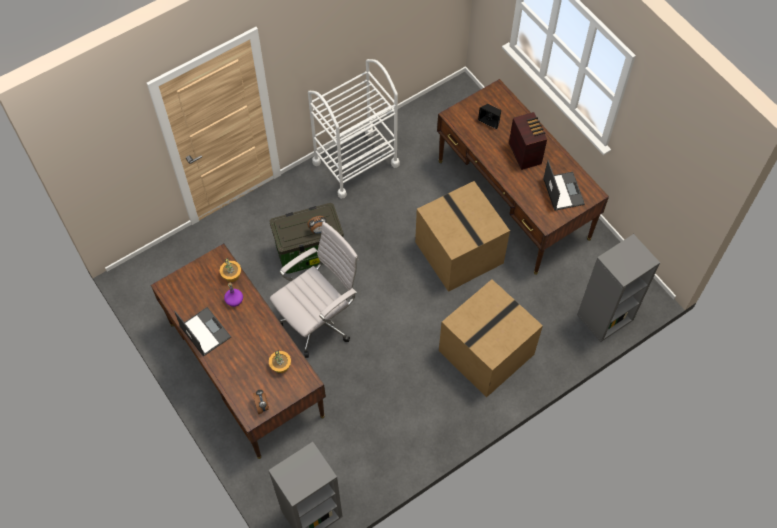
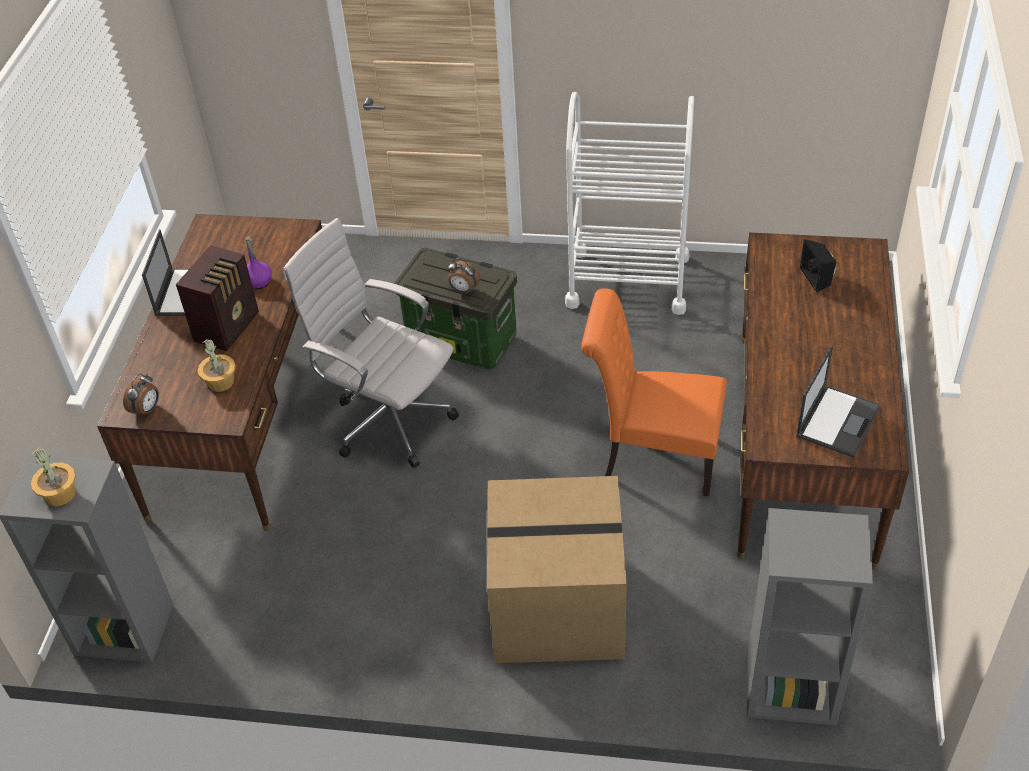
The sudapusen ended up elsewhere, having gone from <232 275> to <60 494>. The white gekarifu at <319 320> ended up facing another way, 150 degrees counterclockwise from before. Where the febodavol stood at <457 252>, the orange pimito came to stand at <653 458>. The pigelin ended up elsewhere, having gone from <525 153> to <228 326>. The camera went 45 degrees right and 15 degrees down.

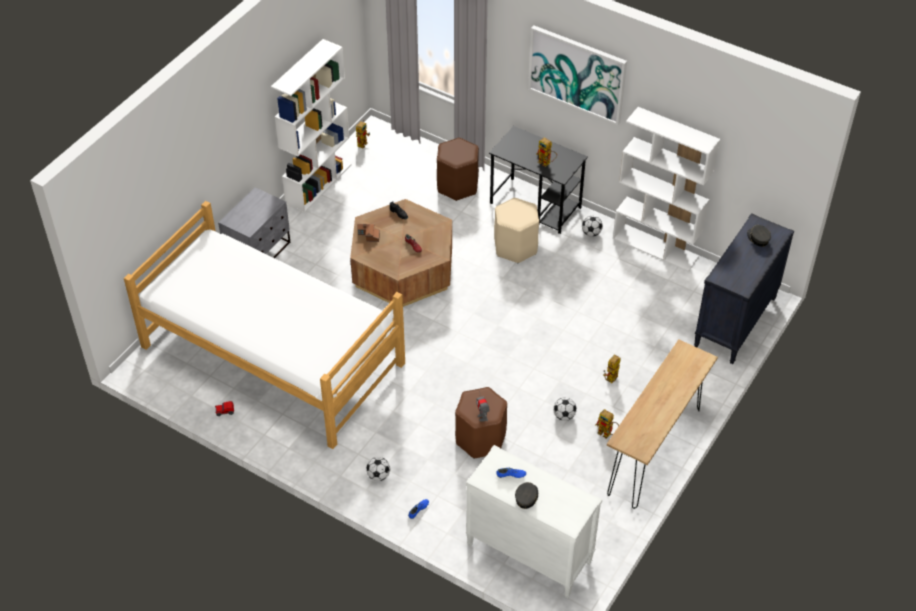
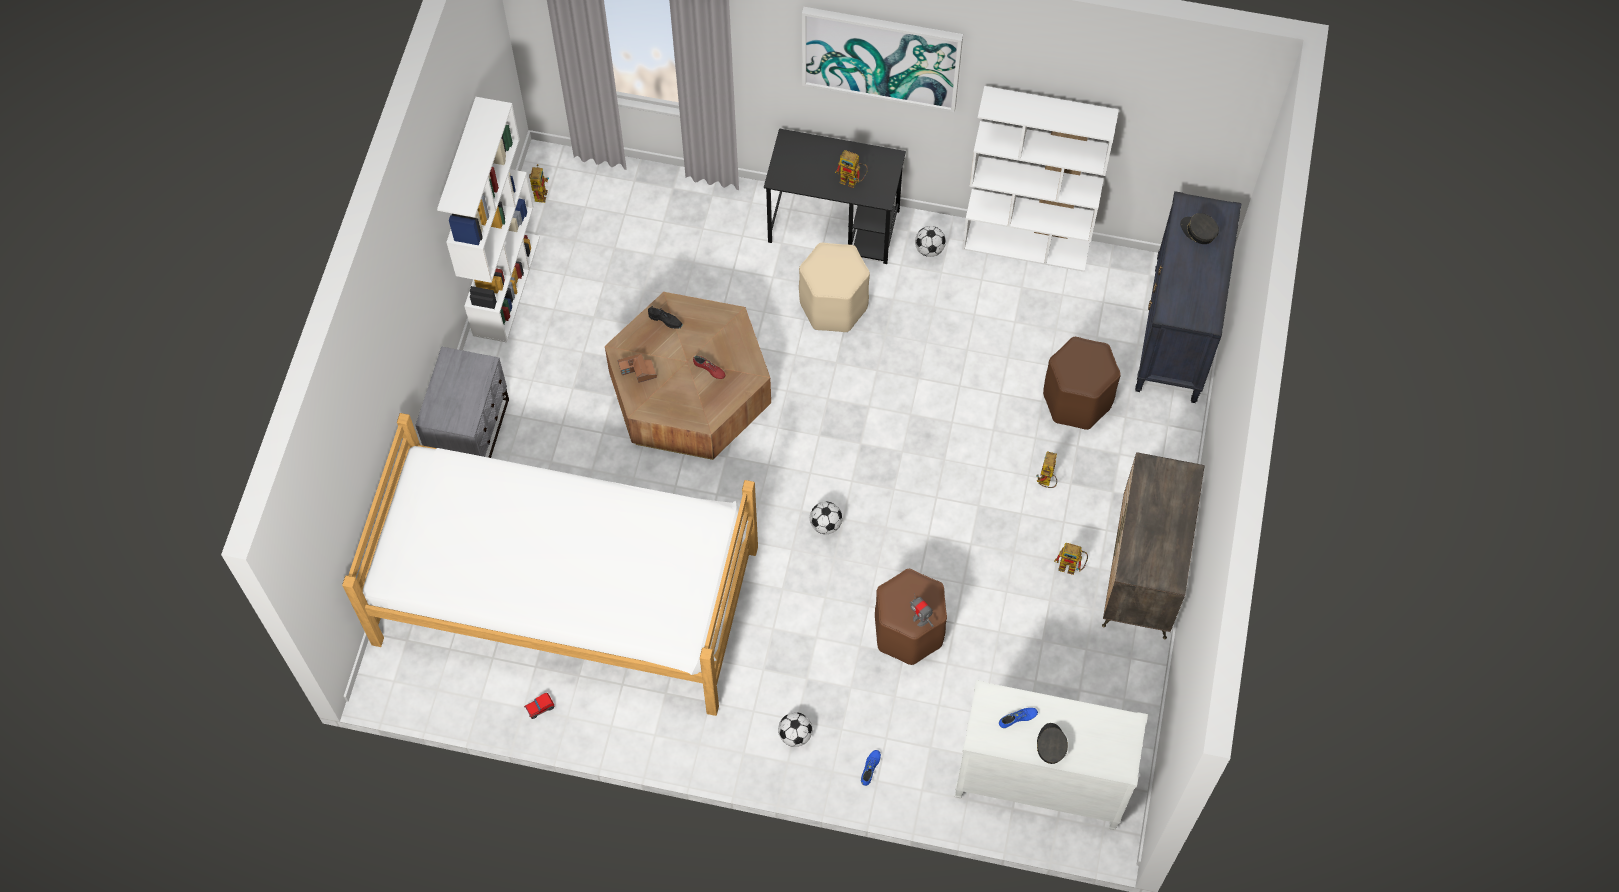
The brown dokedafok ended up elsewhere, having gone from <457 186> to <1076 401>. The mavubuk ended up elsewhere, having gone from <564 416> to <825 524>. Where the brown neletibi stood at <654 451>, the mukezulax came to stand at <1142 573>. The camera went 20 degrees left and 15 degrees up.

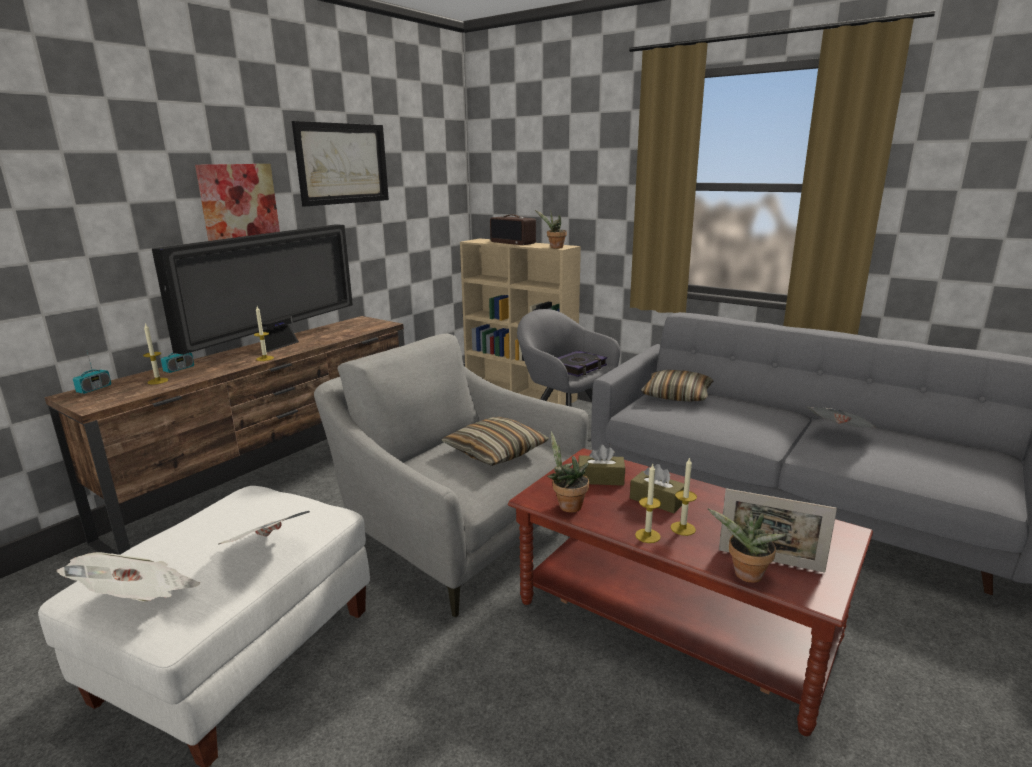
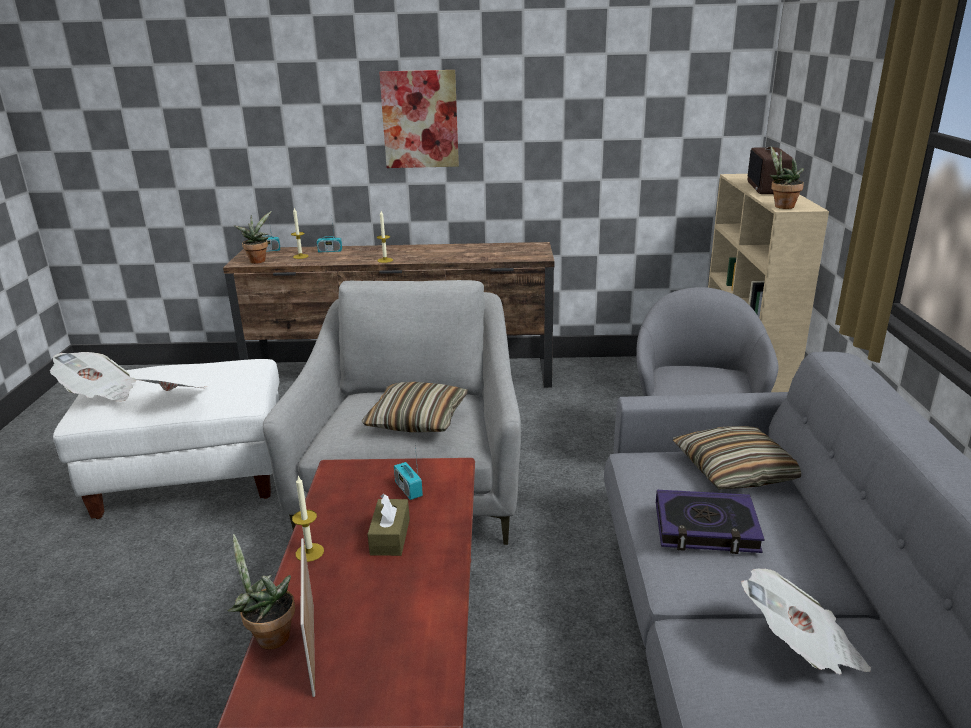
The second view lost the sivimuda at <279 346>. The second view lost the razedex at <342 163>. The sudapusen ended up elsewhere, having gone from <567 505> to <258 260>. The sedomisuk ended up elsewhere, having gone from <578 367> to <706 528>. Where the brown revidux stood at <600 479>, the pigelin came to stand at <408 489>. The second view lost the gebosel at <683 528>. The camera went 55 degrees right and 5 degrees up.

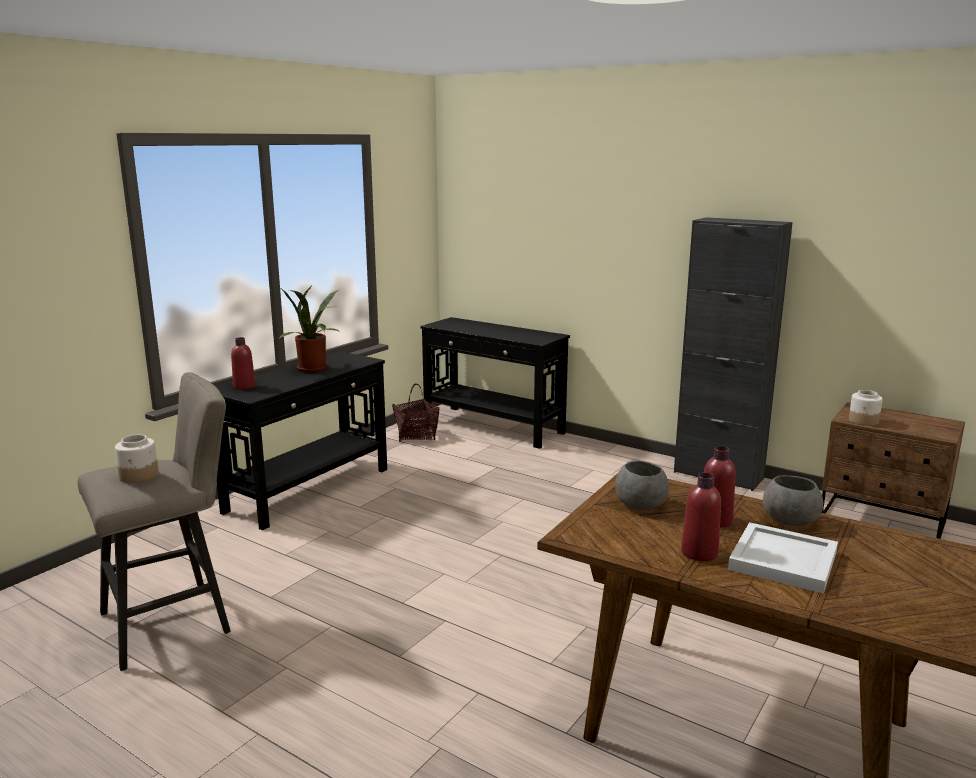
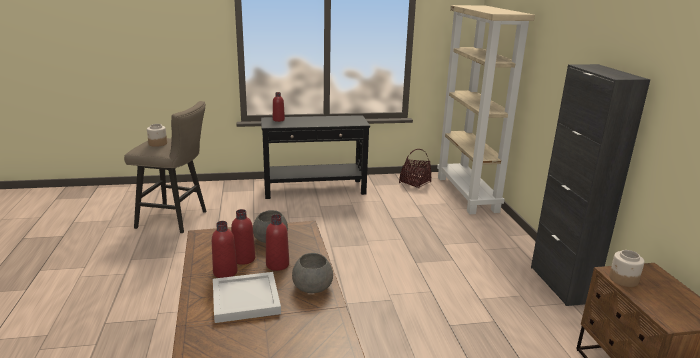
The second view lost the sudapusen at <315 369>. Where the black neletibi stood at <493 427>, the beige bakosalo came to stand at <467 194>. The second view gained the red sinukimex at <243 259>. The camera went 45 degrees right and 5 degrees up.

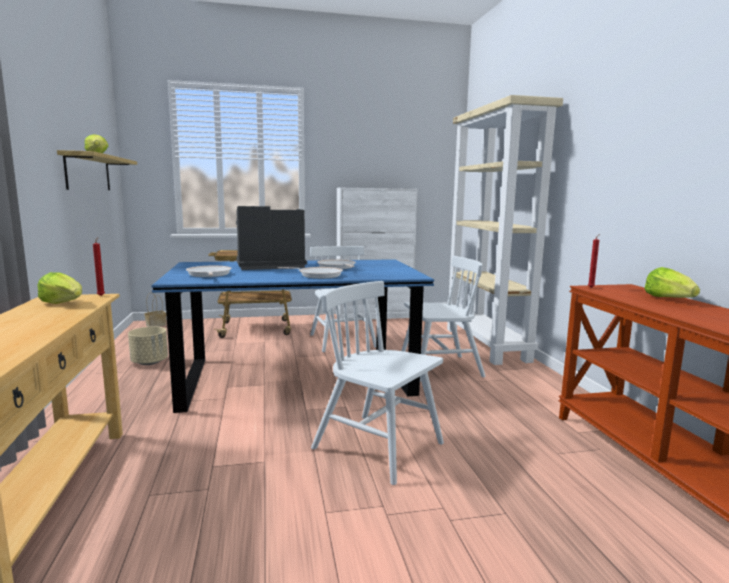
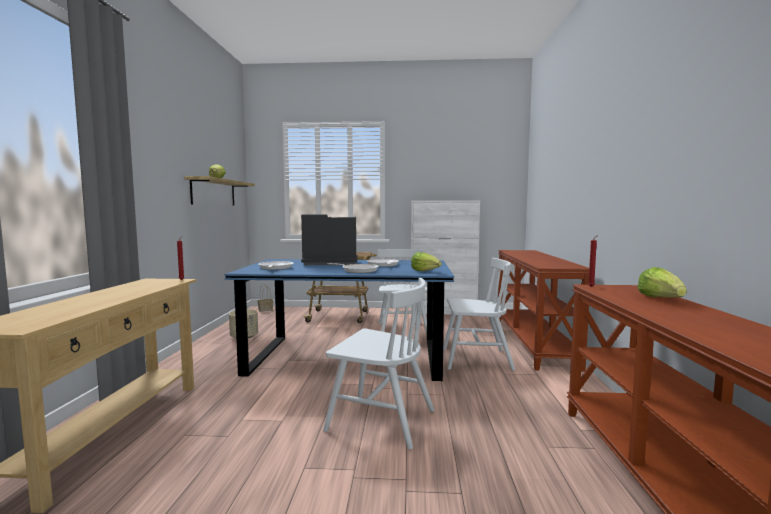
The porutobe ended up elsewhere, having gone from <63 303> to <425 271>. The white pimito at <378 446> ended up facing another way, 150 degrees clockwise from before. Where the beige bakosalo stood at <487 344>, the brown neletibi came to stand at <534 342>. The camera went 15 degrees right and 5 degrees down.

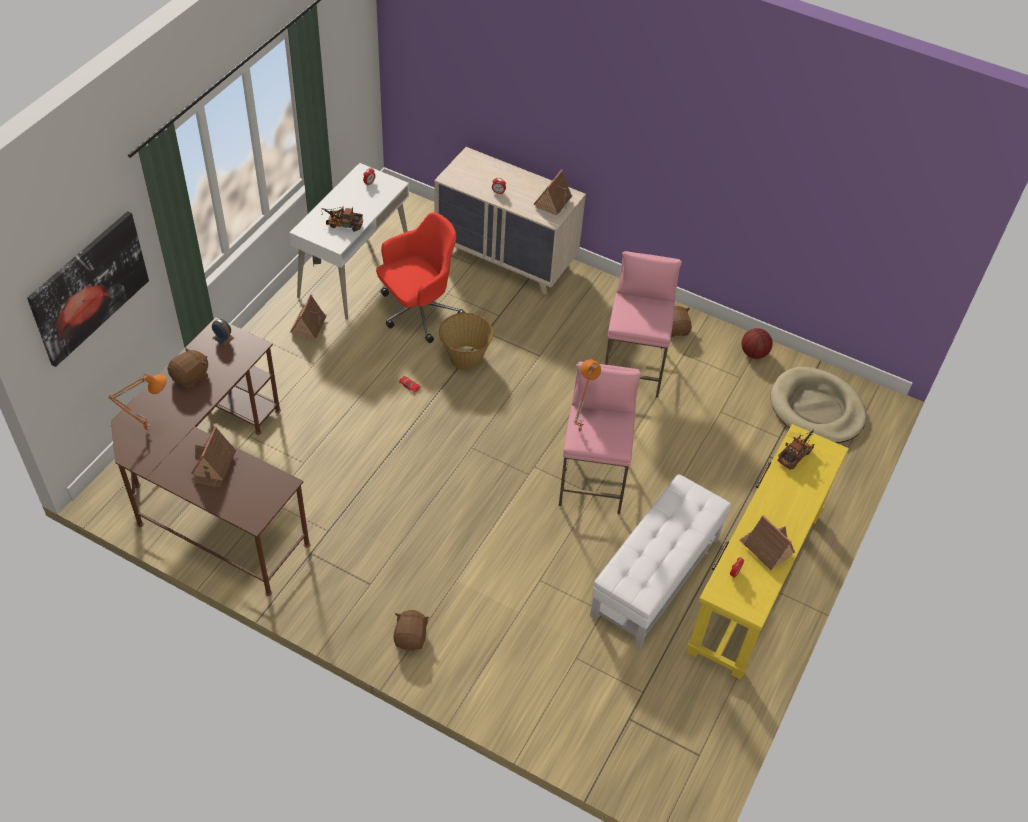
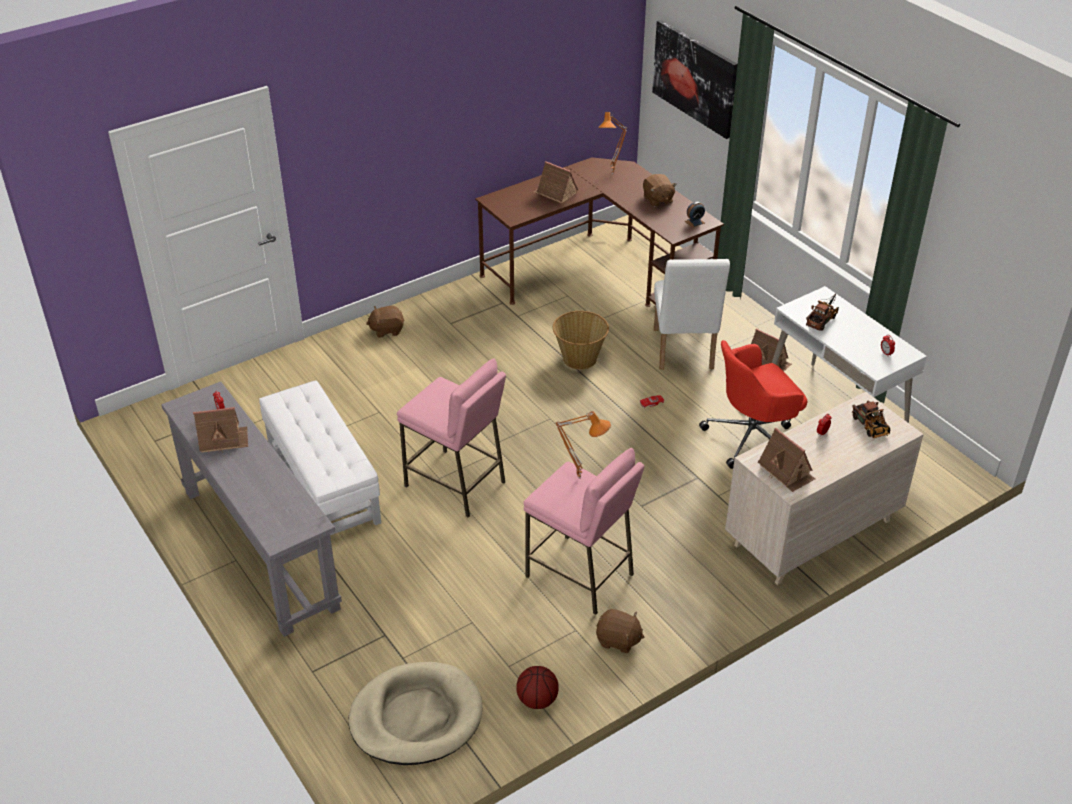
The red gekarifu at <418 312> ended up facing another way, 75 degrees clockwise from before. The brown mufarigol at <411 637> ended up facing another way, 135 degrees clockwise from before. The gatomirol ended up elsewhere, having gone from <465 358> to <579 358>. The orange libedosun ended up elsewhere, having gone from <578 431> to <580 477>. What was the yellow neletibi at <755 581> turned into the grey neletibi at <260 548>. The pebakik ended up elsewhere, having gone from <796 454> to <871 428>. The second view gained the white pimito at <683 352>. The camera went 120 degrees right and 10 degrees down.

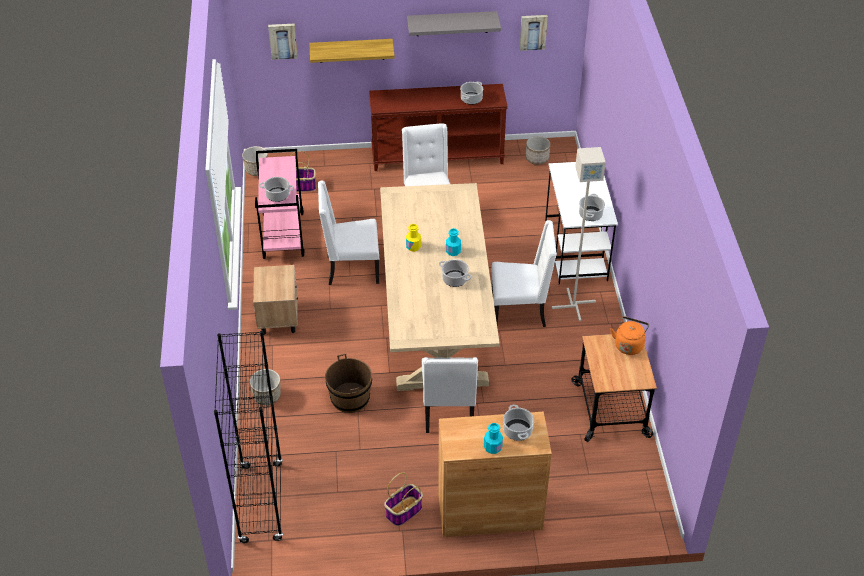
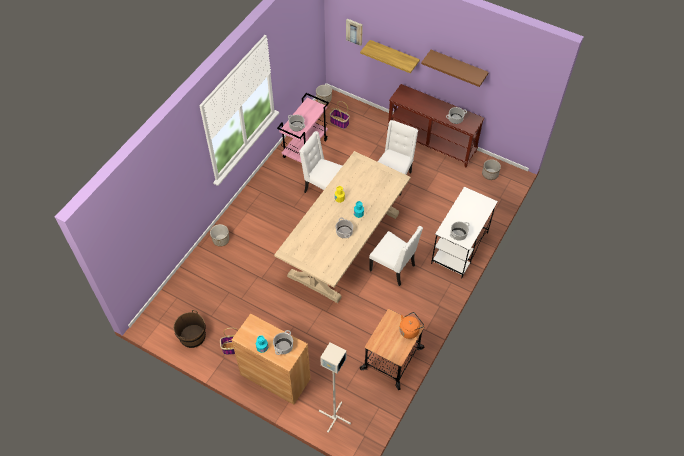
The second view lost the black bakosalo at <261 503>. The second view lost the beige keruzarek at <278 317>. The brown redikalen ended up elsewhere, having gone from <350 398> to <192 336>. What was the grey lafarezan at <452 23> turned into the brown lafarezan at <458 66>. The second view lost the white pimito at <449 412>. The second view lost the razedex at <533 31>. The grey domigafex ended up elsewhere, having gone from <573 305> to <334 417>. The camera went 35 degrees right and 10 degrees up.

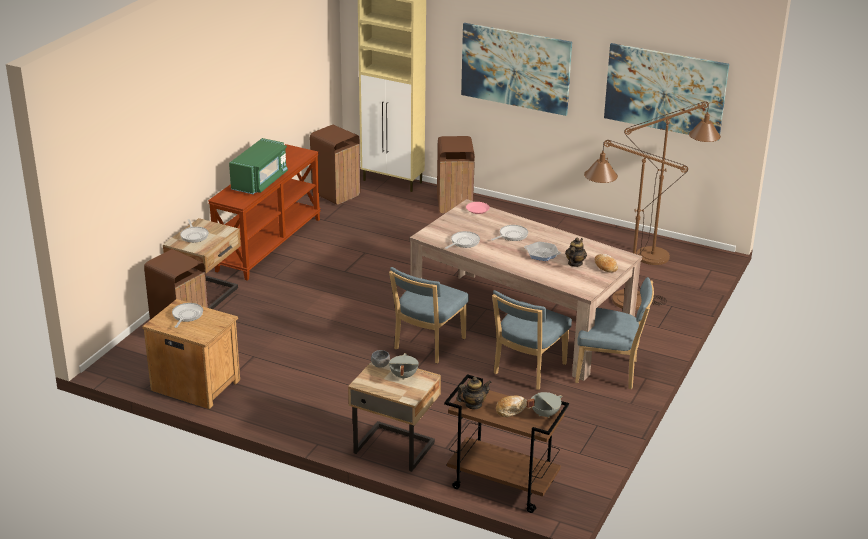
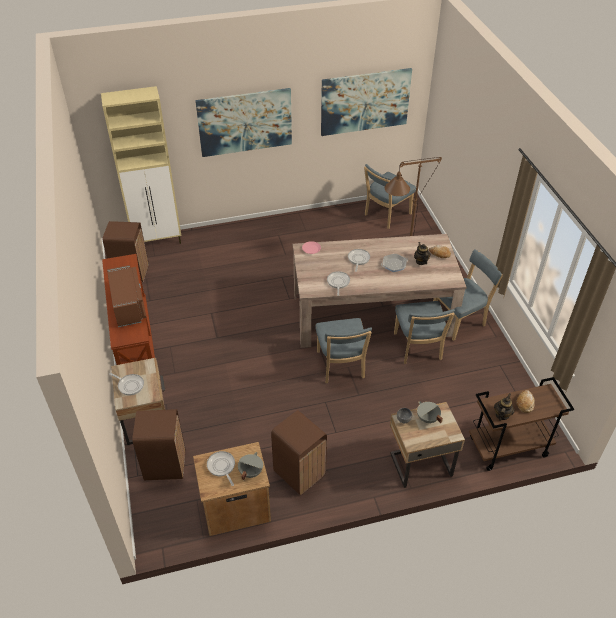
What was the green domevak at <260 181> turned into the brown domevak at <128 306>. The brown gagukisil ended up elsewhere, having gone from <455 205> to <299 472>. The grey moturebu ended up elsewhere, having gone from <544 413> to <250 472>. Where the brown domigafex stood at <662 256>, the blue pimito came to stand at <386 215>. The camera went 40 degrees left and 15 degrees up.

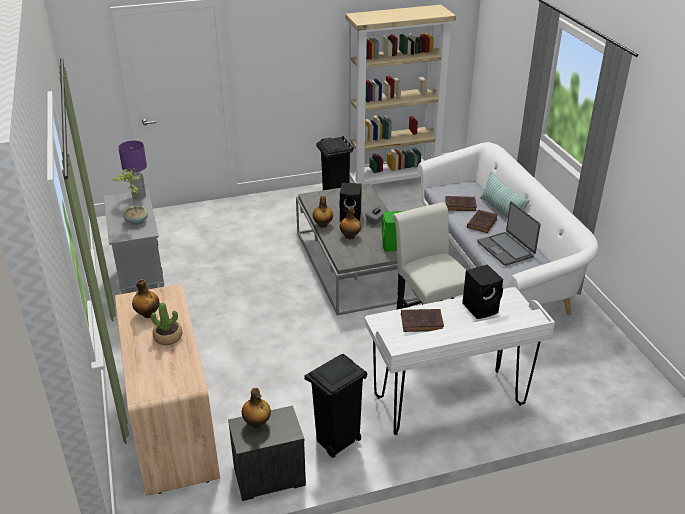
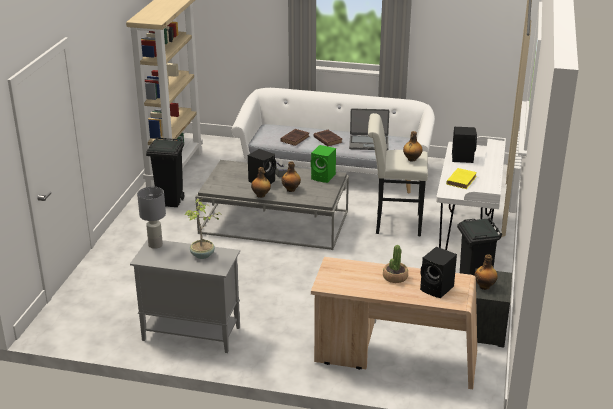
What was the purple libedosun at <139 195> turned into the grey libedosun at <155 245>. The sinukimex ended up elsewhere, having gone from <147 314> to <411 159>. What was the brown sedomisuk at <423 322> turned into the yellow sedomisuk at <461 180>. The second view lost the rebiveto at <501 211>. The second view gained the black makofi at <437 289>. The camera went 60 degrees left and 5 degrees down.

